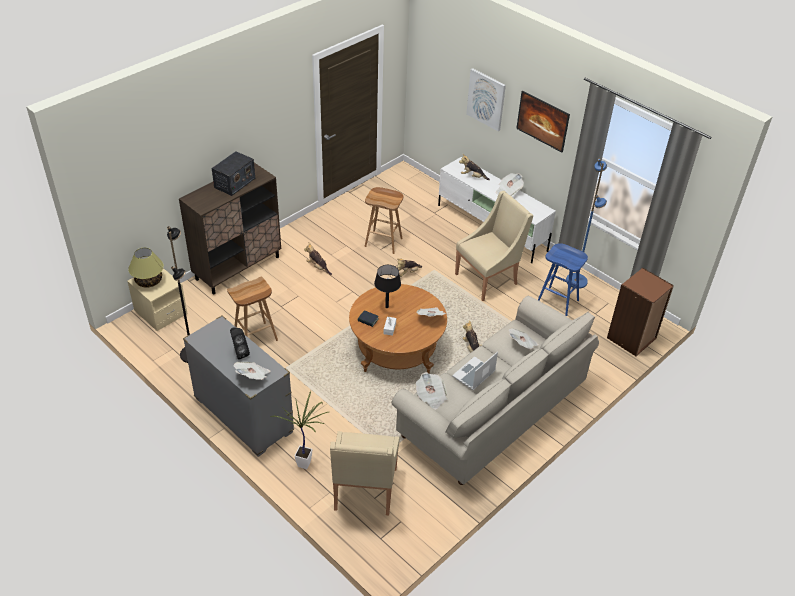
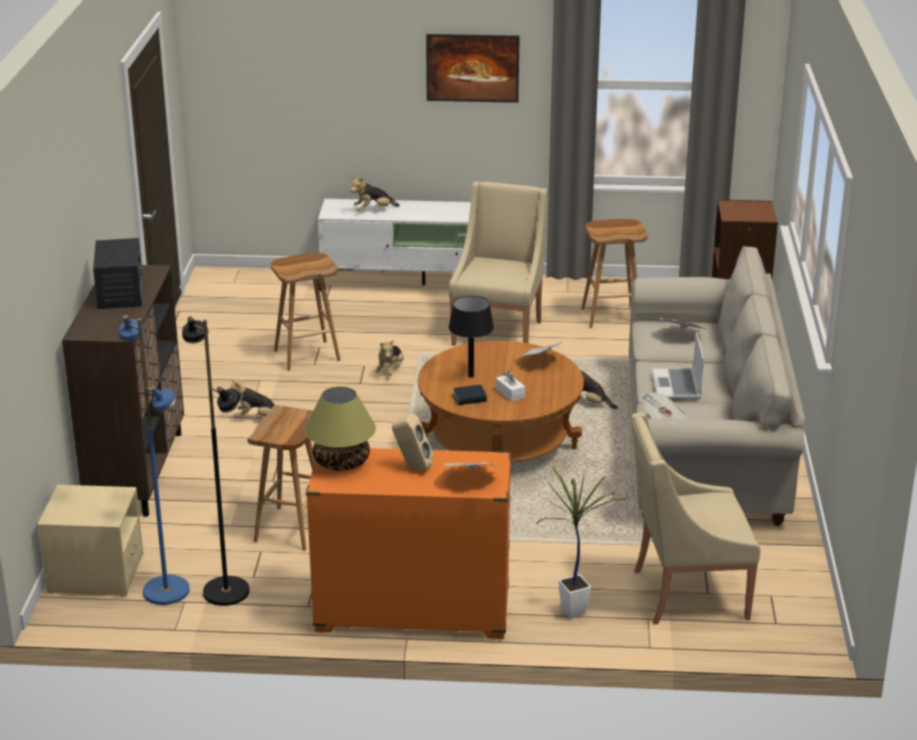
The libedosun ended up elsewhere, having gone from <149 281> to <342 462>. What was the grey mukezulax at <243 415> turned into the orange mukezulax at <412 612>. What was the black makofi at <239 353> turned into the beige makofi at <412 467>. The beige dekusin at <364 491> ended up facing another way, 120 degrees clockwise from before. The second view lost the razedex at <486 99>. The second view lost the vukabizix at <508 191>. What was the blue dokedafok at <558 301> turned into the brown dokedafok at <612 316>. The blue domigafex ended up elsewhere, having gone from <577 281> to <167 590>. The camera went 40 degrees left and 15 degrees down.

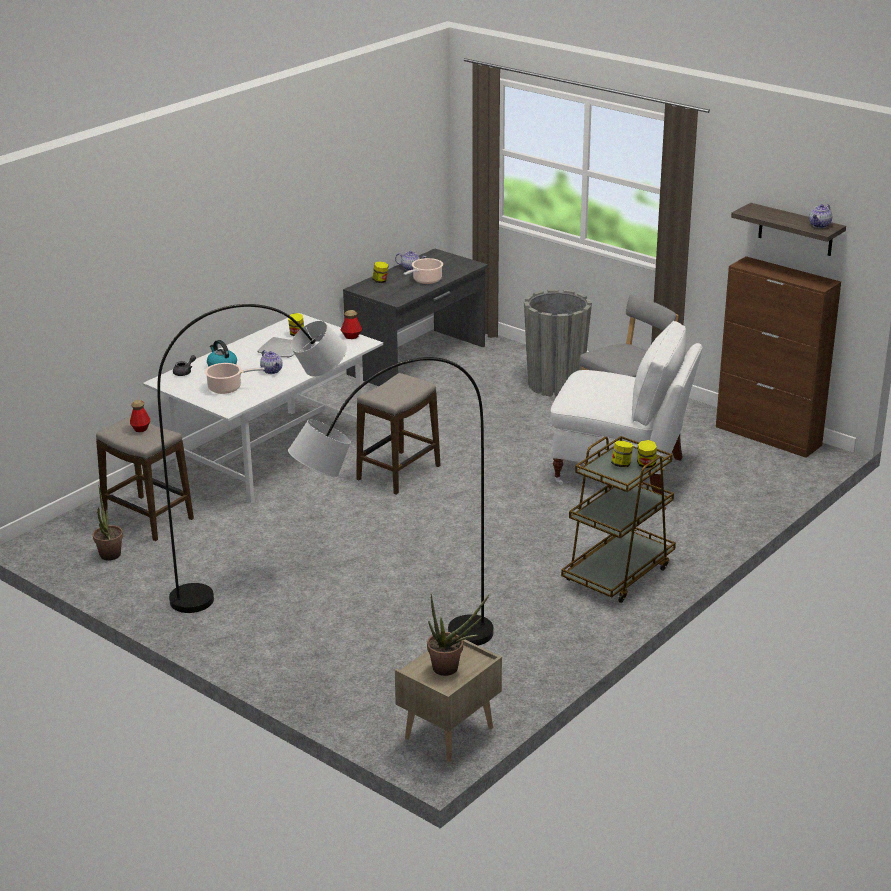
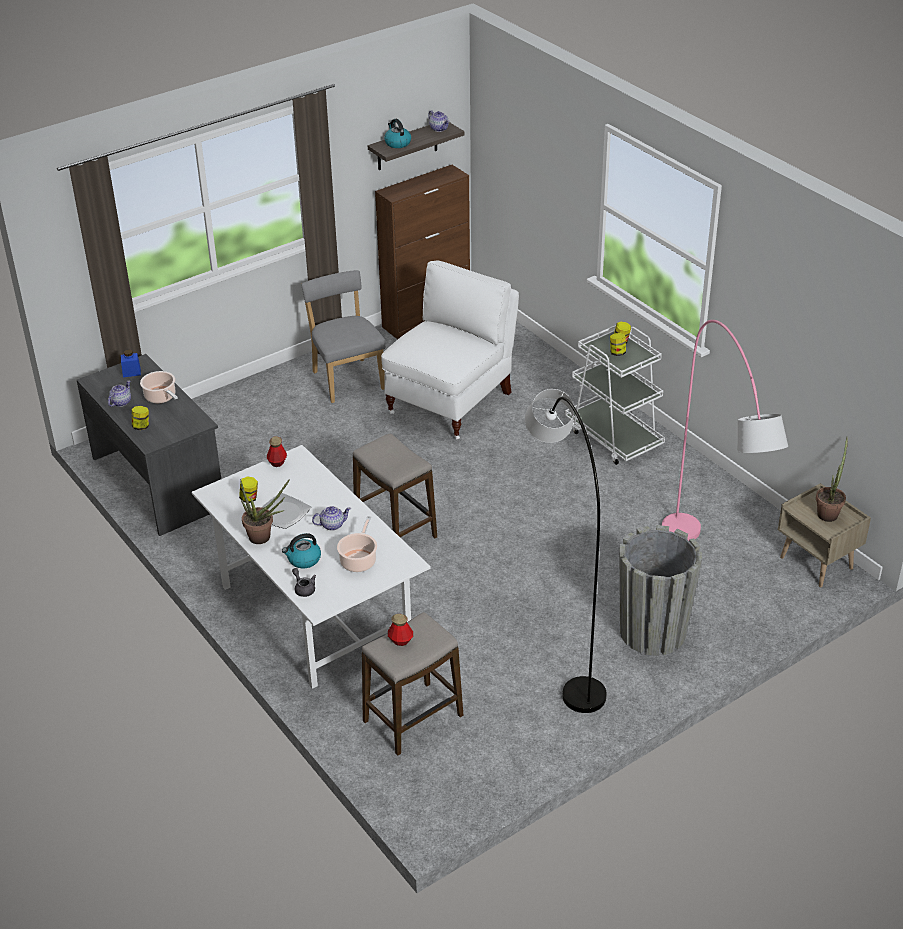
The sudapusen ended up elsewhere, having gone from <109 557> to <264 538>. What was the grey domigafex at <395 659> turned into the pink domigafex at <710 577>. The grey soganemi ended up elsewhere, having gone from <555 384> to <652 632>. What was the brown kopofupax at <618 573> turned into the white kopofupax at <613 437>. The second view gained the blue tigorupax at <131 372>. The second view gained the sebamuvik at <397 143>. The camera went 75 degrees left and 10 degrees up.

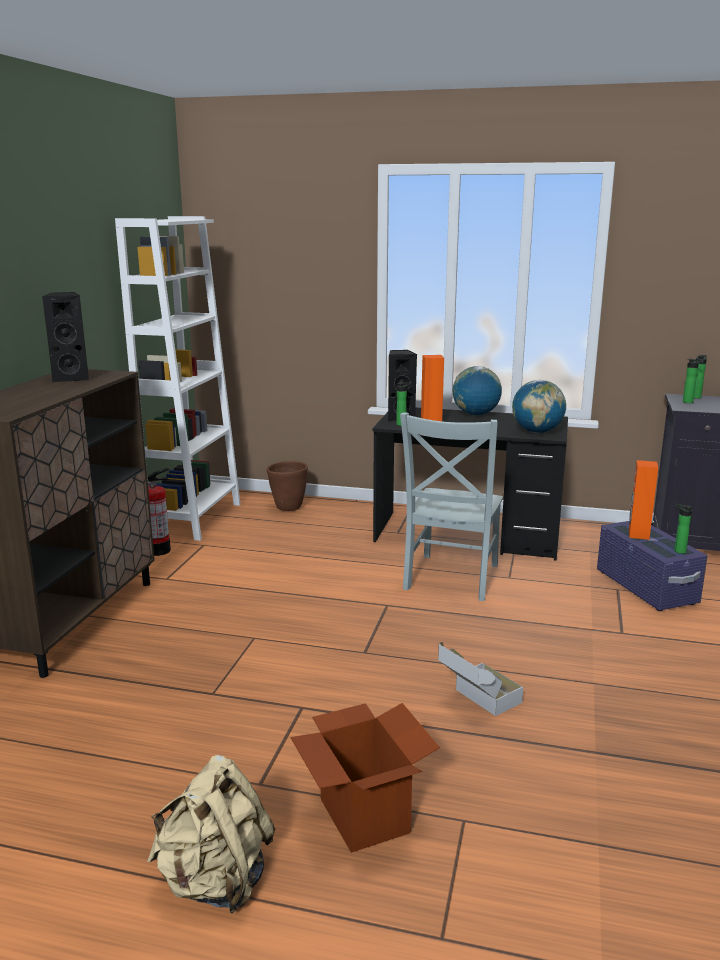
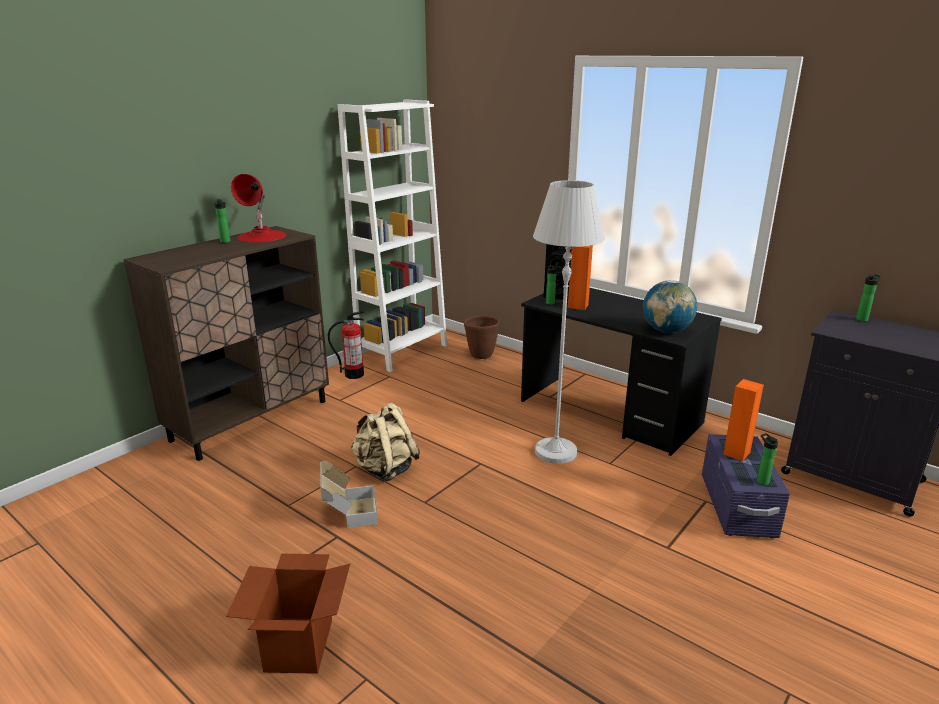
Where the black makofi stood at <71 378>, the red libedosun came to stand at <262 236>. The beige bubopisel ended up elsewhere, having gone from <215 881> to <385 469>. Where the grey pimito stood at <450 579>, the white domigafex came to stand at <555 452>. The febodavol ended up elsewhere, having gone from <477 701> to <348 513>. The second view lost the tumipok at <475 414>. The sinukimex ended up elsewhere, having gone from <689 402> to <226 242>. The camera went 25 degrees right and 5 degrees up.

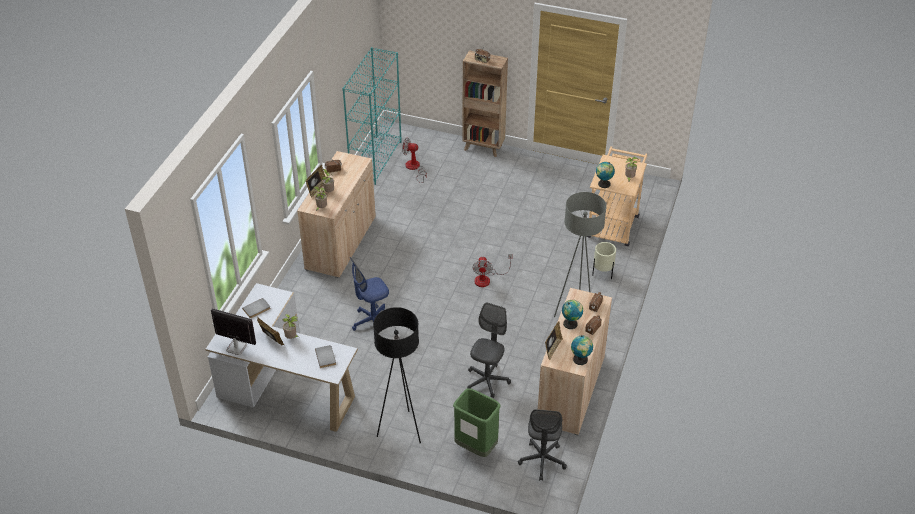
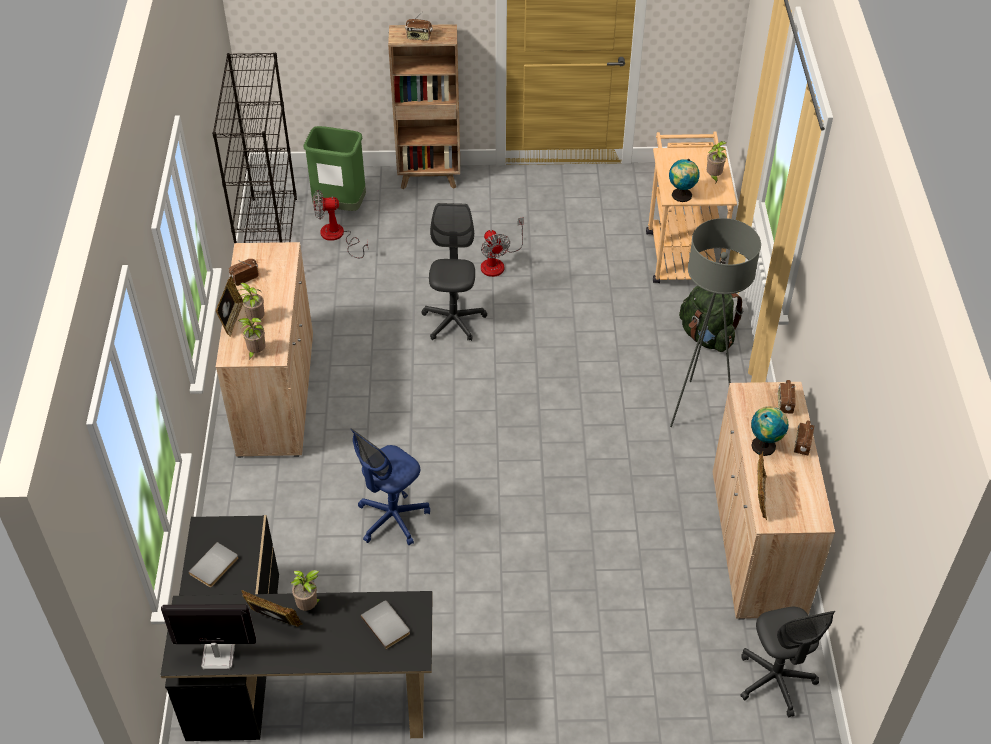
What was the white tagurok at <282 383> turned into the black tagurok at <290 677>. What was the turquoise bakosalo at <376 159> turned into the black bakosalo at <269 237>. The second view lost the black domigafex at <401 430>. The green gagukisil ended up elsewhere, having gone from <475 447> to <340 207>. The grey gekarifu ended up elsewhere, having gone from <487 381> to <453 321>. The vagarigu ended up elsewhere, having gone from <487 279> to <497 262>. The second view lost the tumipok at <580 360>. Where the beige soganemi stood at <602 274>, the green bubopisel came to stand at <706 336>. The camera went 20 degrees left and 5 degrees up.

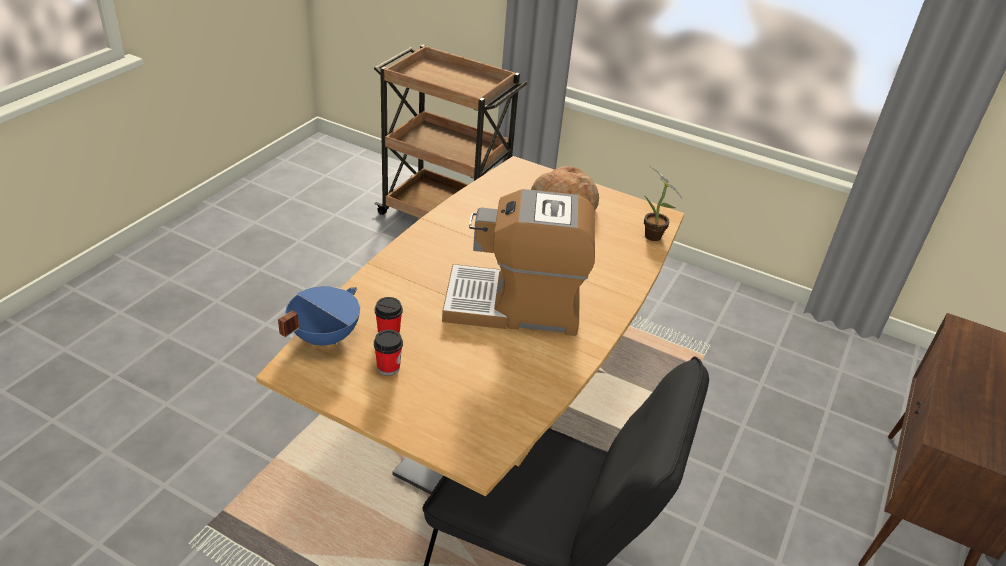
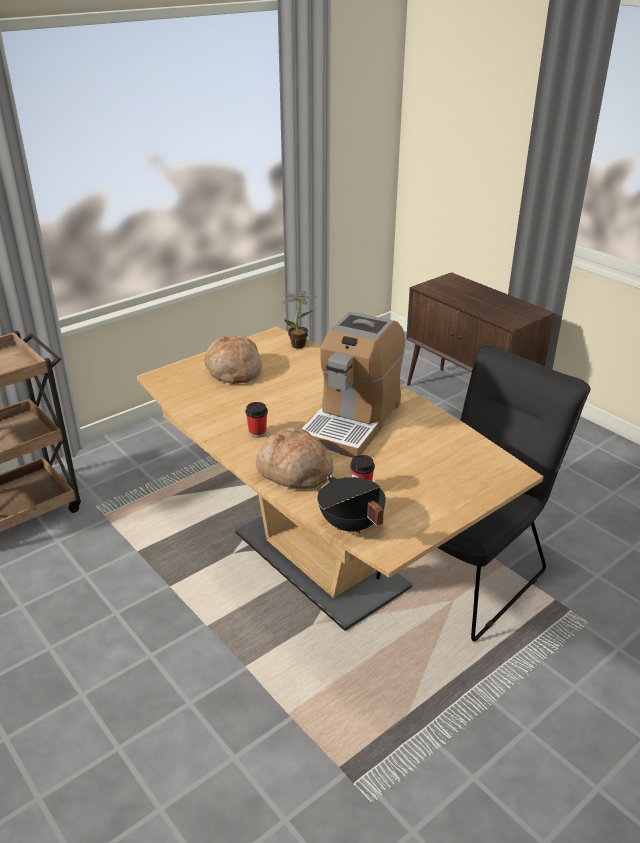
What was the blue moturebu at <323 336> turned into the black moturebu at <350 524>. The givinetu ended up elsewhere, having gone from <388 368> to <257 433>. The second view gained the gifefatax at <294 471>. The camera went 65 degrees left and 5 degrees down.

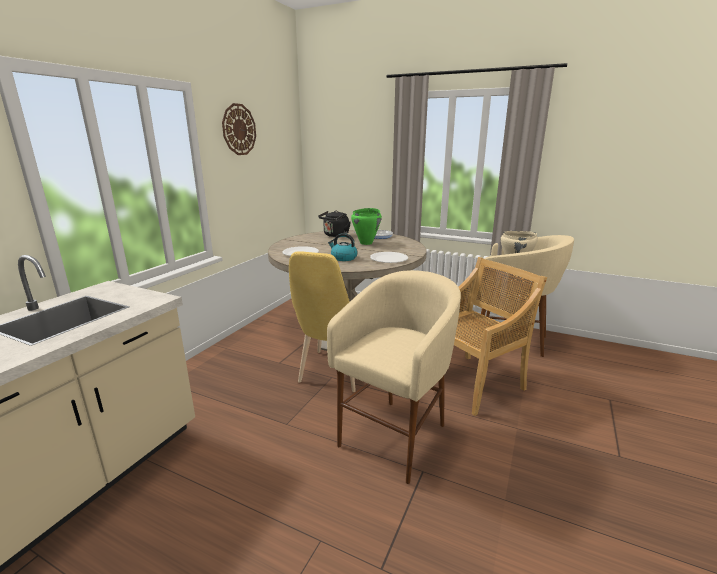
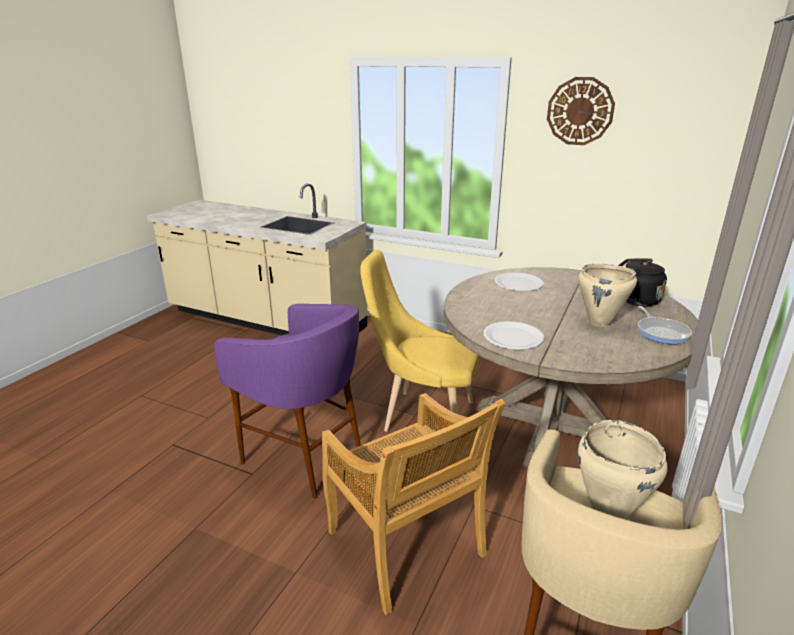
What was the beige dokedafok at <395 436> turned into the purple dokedafok at <304 459>. The second view lost the sebamuvik at <343 258>. What was the green moturebu at <366 243> turned into the beige moturebu at <600 322>. The camera went 90 degrees right and 5 degrees up.

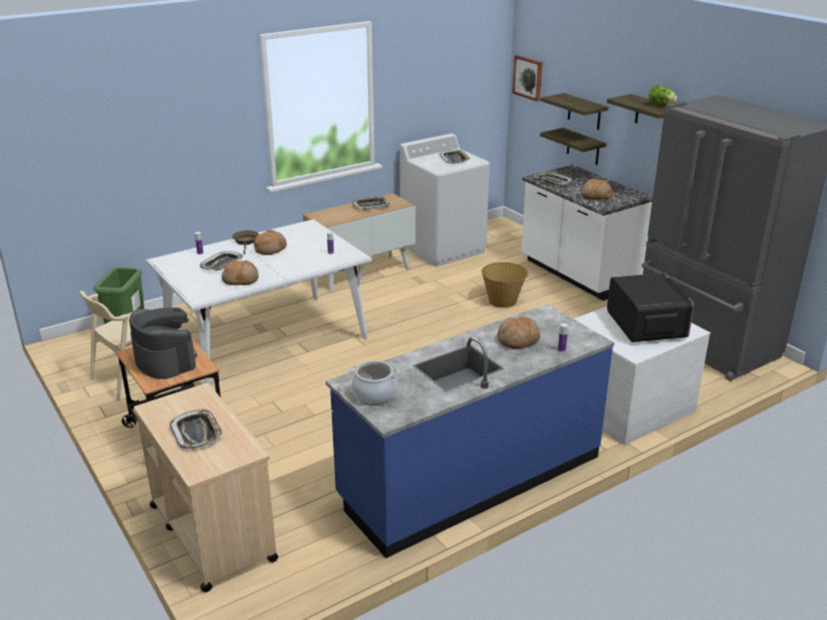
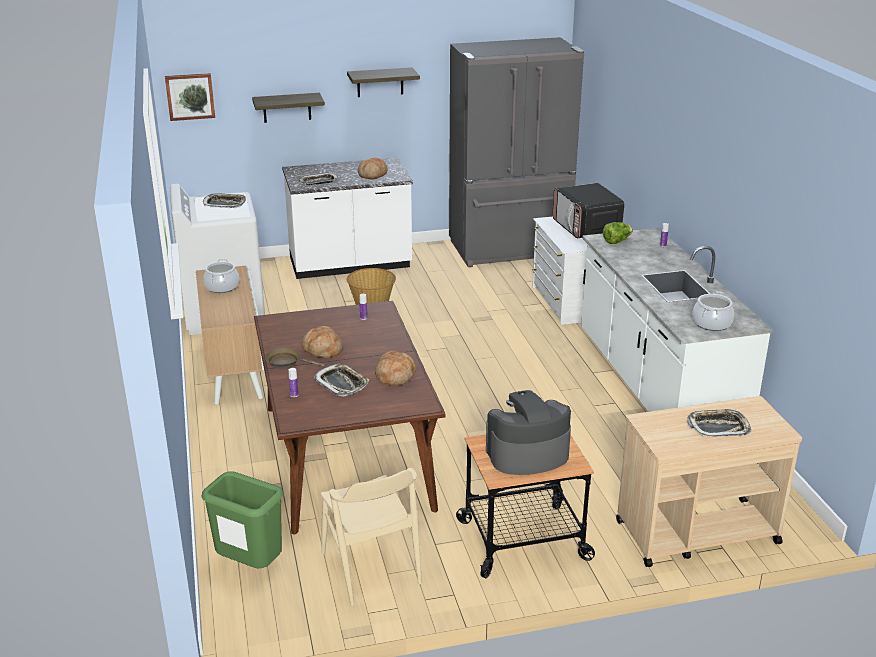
What was the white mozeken at <267 339> turned into the brown mozeken at <345 456>. What was the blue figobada at <470 478> turned into the white figobada at <655 387>. Where the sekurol stood at <371 205>, the moturebu came to stand at <222 287>. The second view lost the gifefatax at <518 340>. The second view lost the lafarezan at <583 147>. The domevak at <645 325> ended up facing another way, 120 degrees counterclockwise from before. The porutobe ended up elsewhere, having gone from <660 105> to <616 241>. The camera went 70 degrees left and 0 degrees up.

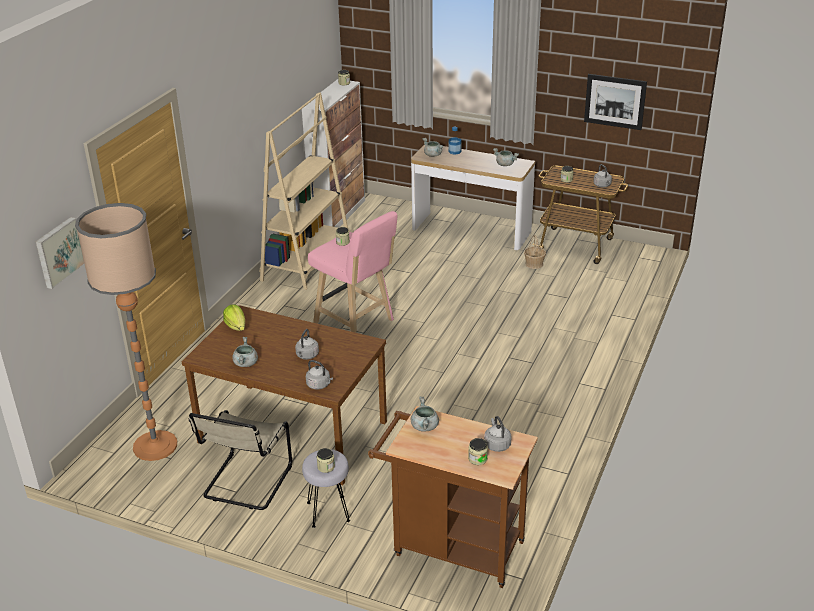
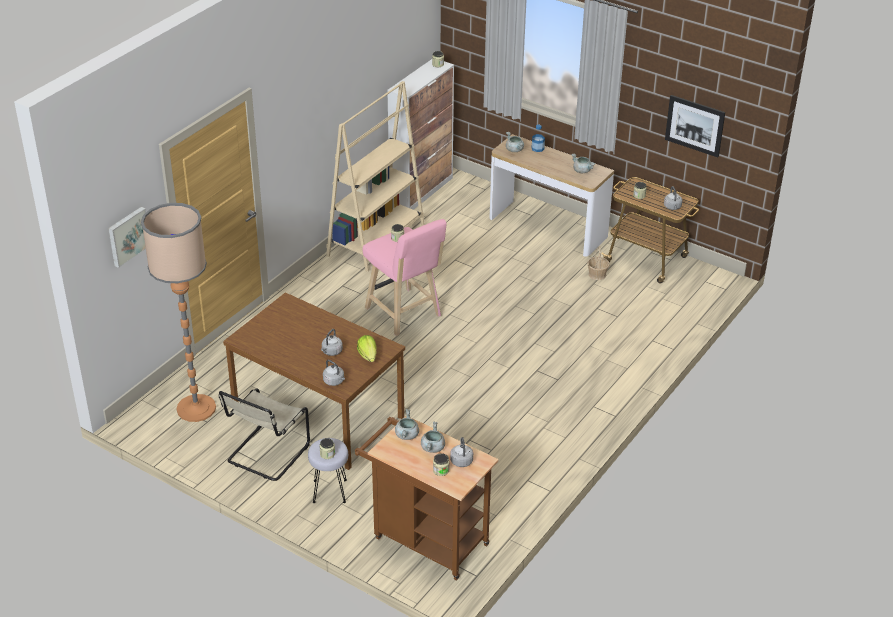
The porutobe ended up elsewhere, having gone from <236 326> to <368 356>. The grey moturebu ended up elsewhere, having gone from <246 363> to <433 448>. The camera went 10 degrees right and 5 degrees up.

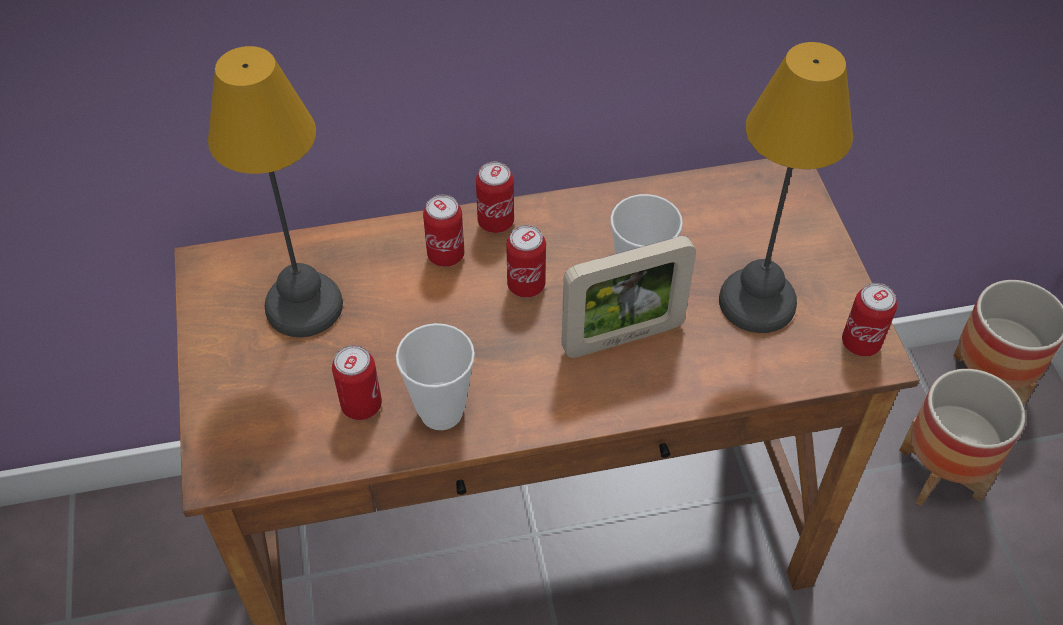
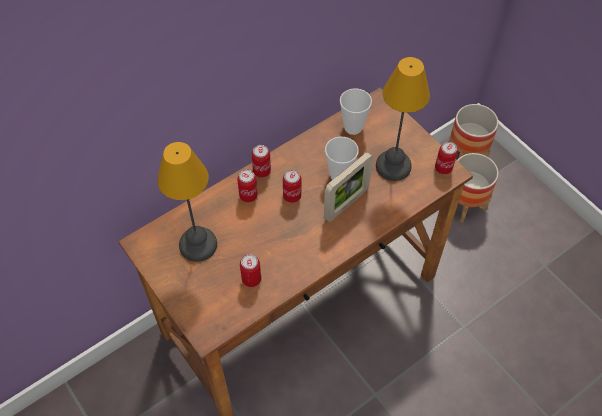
The givinetu ended up elsewhere, having gone from <441 412> to <353 127>. The camera went 25 degrees left and 5 degrees up.

